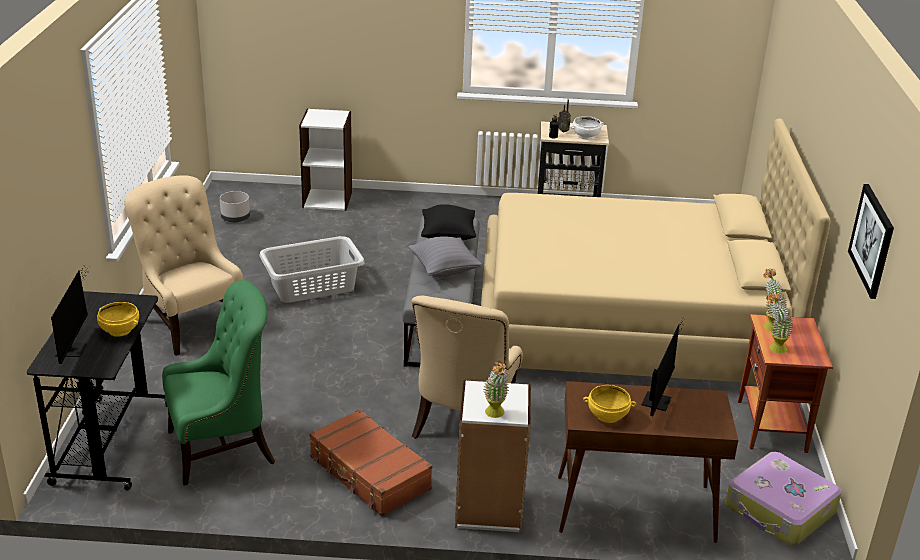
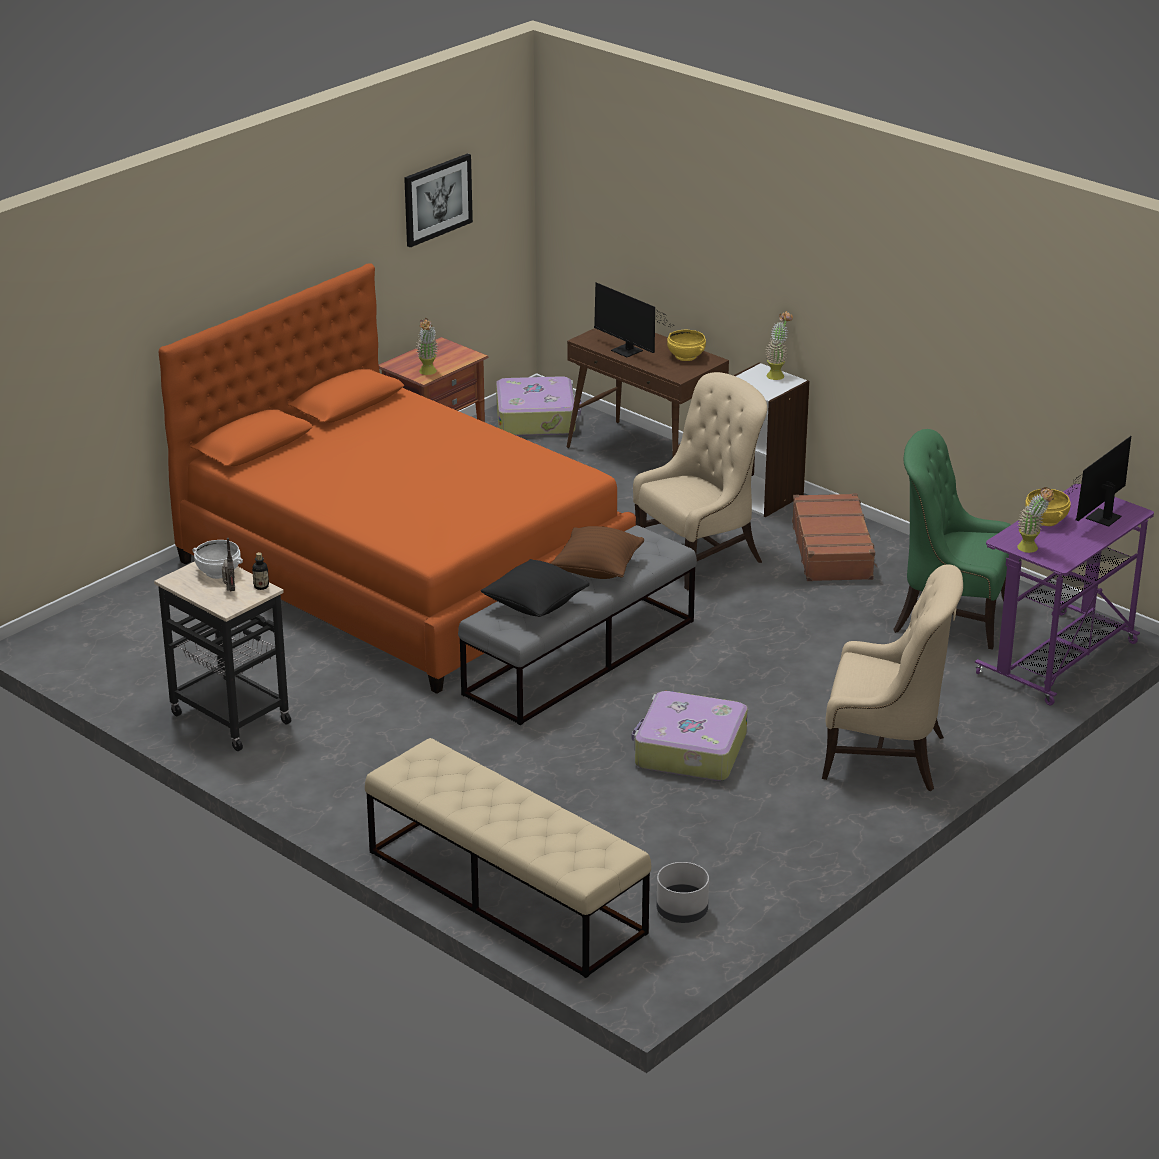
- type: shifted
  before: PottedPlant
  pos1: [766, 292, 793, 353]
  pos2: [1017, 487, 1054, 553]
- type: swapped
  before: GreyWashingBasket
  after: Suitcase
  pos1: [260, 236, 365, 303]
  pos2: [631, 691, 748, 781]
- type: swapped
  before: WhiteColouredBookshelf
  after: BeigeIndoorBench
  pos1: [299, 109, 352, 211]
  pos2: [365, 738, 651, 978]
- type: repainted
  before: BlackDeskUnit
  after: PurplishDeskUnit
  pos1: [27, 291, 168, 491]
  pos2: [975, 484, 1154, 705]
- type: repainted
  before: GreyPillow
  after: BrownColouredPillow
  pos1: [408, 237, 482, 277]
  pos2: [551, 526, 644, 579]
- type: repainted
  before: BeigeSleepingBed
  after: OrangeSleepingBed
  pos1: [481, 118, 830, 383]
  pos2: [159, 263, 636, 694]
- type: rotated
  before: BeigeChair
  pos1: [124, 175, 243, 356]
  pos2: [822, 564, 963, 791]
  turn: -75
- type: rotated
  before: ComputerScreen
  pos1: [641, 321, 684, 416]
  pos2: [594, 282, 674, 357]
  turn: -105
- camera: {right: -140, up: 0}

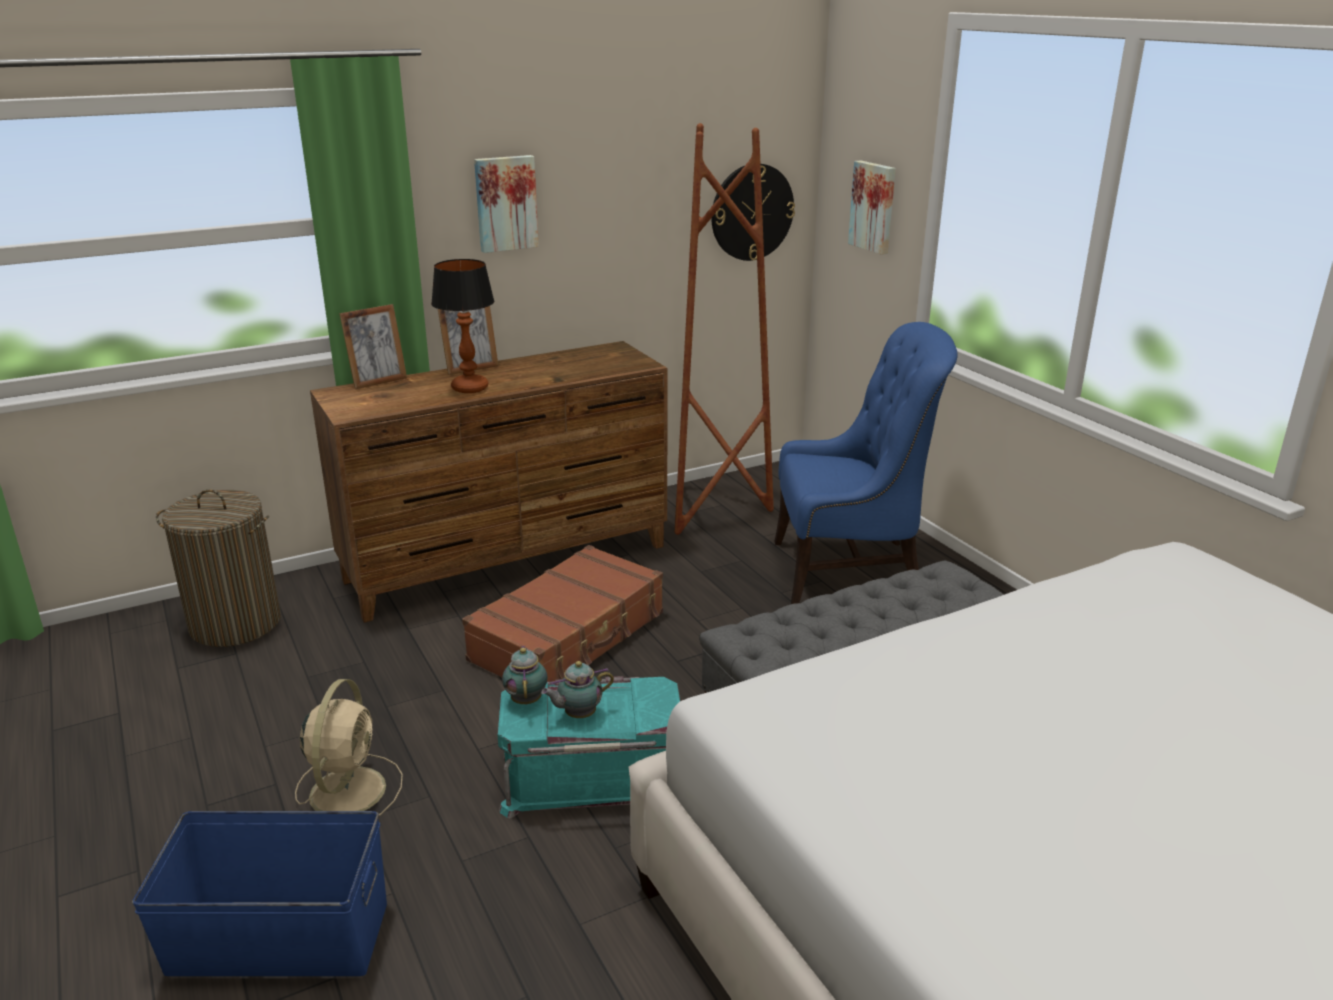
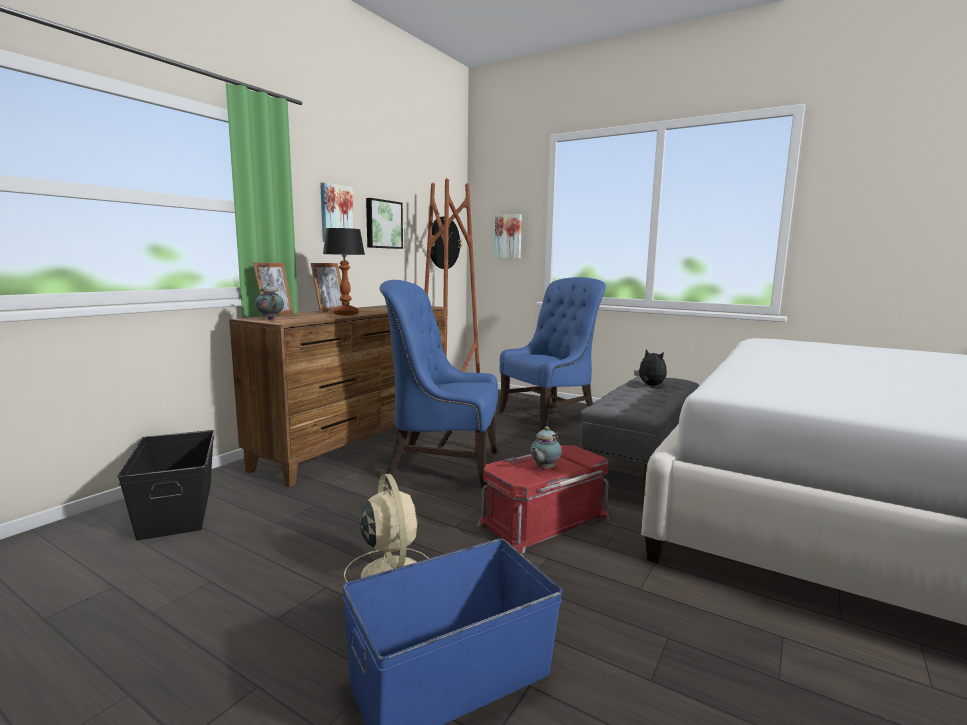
- type: new
  after: Picture
  pos2: [366, 198, 403, 249]
- type: new
  after: SoftToy
  pos2: [634, 349, 667, 386]
- type: shifted
  before: TeaPot
  pos1: [502, 646, 548, 705]
  pos2: [255, 282, 284, 320]
- type: swapped
  before: WashingBasket
  after: BlackStorageBin
  pos1: [156, 489, 281, 647]
  pos2: [117, 430, 215, 540]
- type: swapped
  before: BrownColouredSuitcase
  after: BlueChair
  pos1: [462, 545, 663, 682]
  pos2: [380, 280, 498, 489]
- type: repainted
  before: TurquoiseStorageBin
  after: ReddishStorageBin
  pos1: [497, 676, 680, 818]
  pos2: [477, 445, 610, 553]
- camera: {right: -30, up: -15}

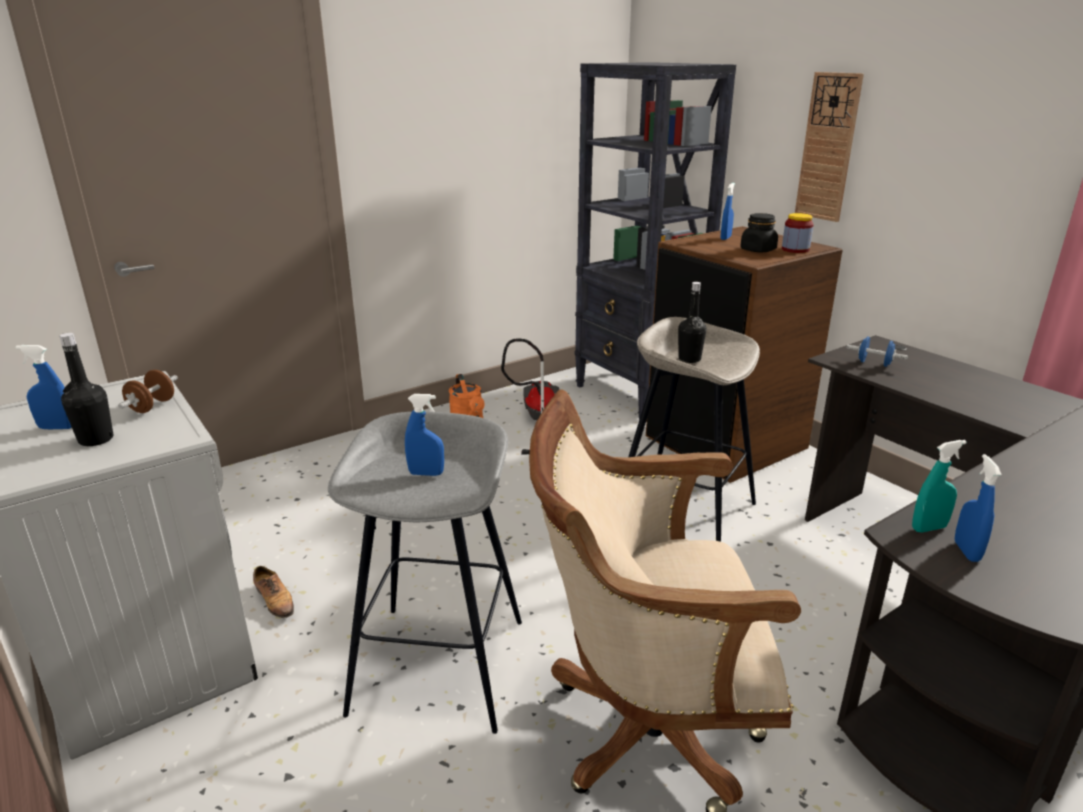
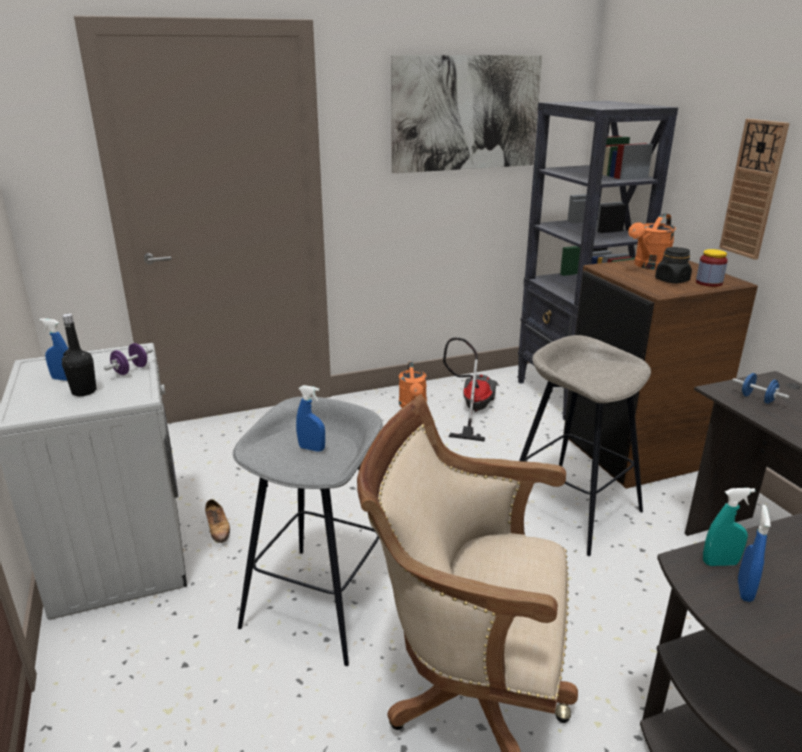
- type: gone
  before: BlackDrinkBottle
  pos1: [678, 282, 707, 363]
- type: new
  after: Picture
  pos2: [391, 55, 542, 173]
- type: swapped
  before: BlueSprayer
  after: OrangeSprinklingCan
  pos1: [721, 183, 735, 240]
  pos2: [628, 213, 676, 269]
- type: repainted
  before: BrownColouredHandWeight
  after: PurplishHandWeight
  pos1: [118, 370, 178, 413]
  pos2: [104, 343, 153, 375]
- camera: {right: 15, up: 0}

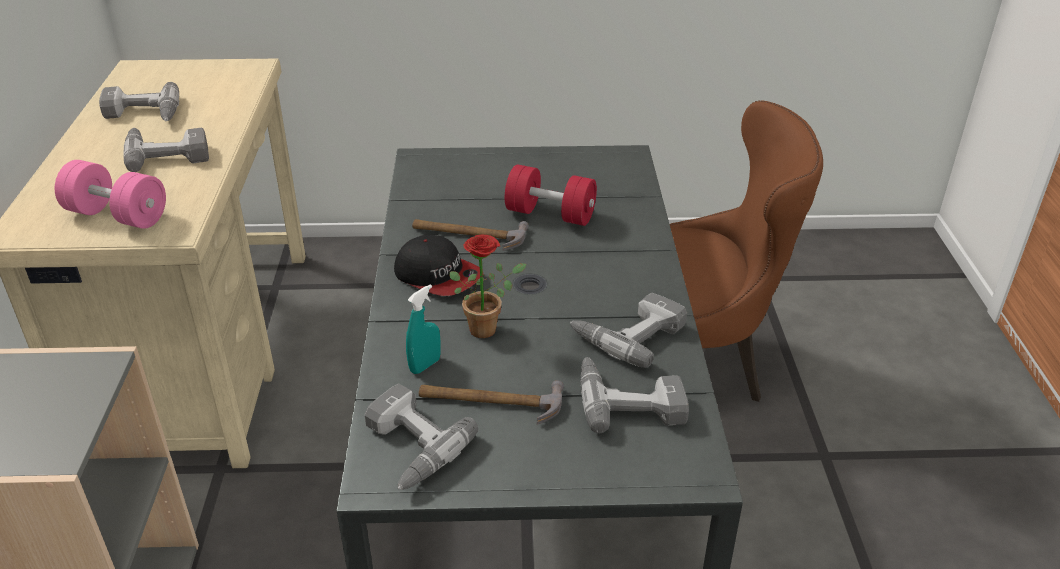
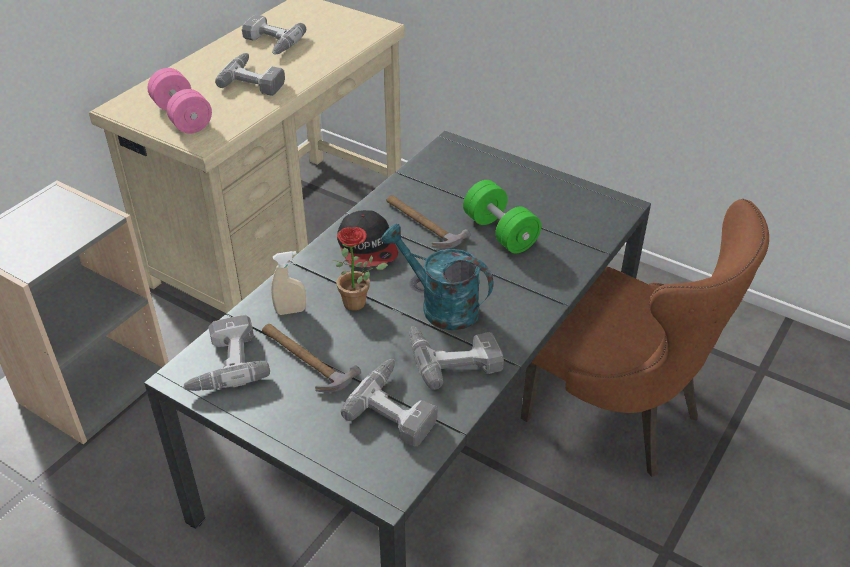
- type: new
  after: TurquoiseSprinklingCan
  pos2: [382, 224, 493, 331]
- type: repainted
  before: TurquoiseSprayer
  after: BeigeSprayer
  pos1: [406, 284, 441, 374]
  pos2: [271, 251, 306, 315]
- type: repainted
  before: ReddishHandWeight
  after: GreenishHandWeight
  pos1: [505, 164, 597, 226]
  pos2: [463, 180, 541, 253]
- camera: {right: 35, up: 5}

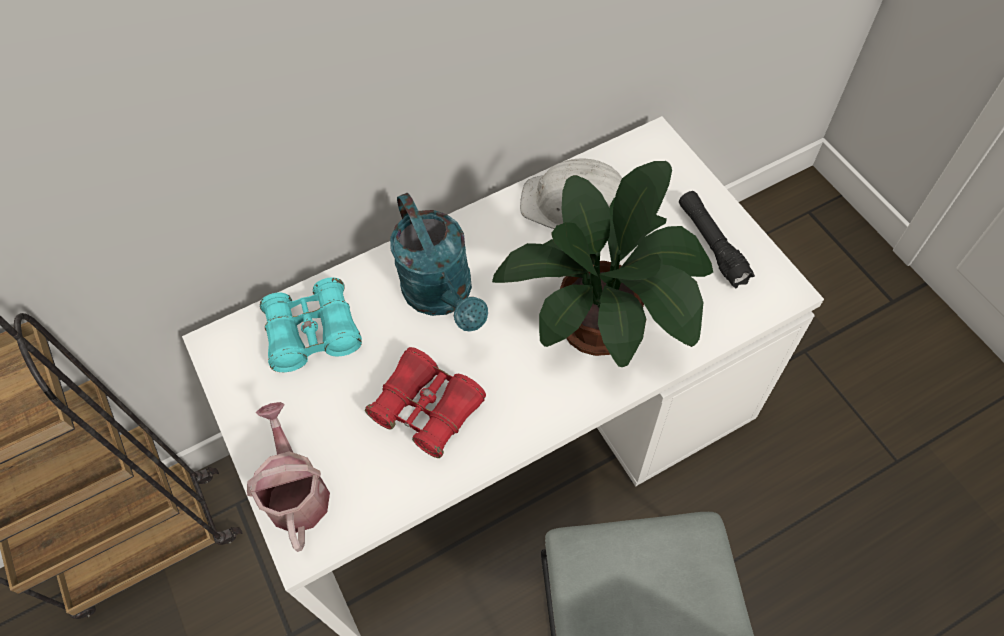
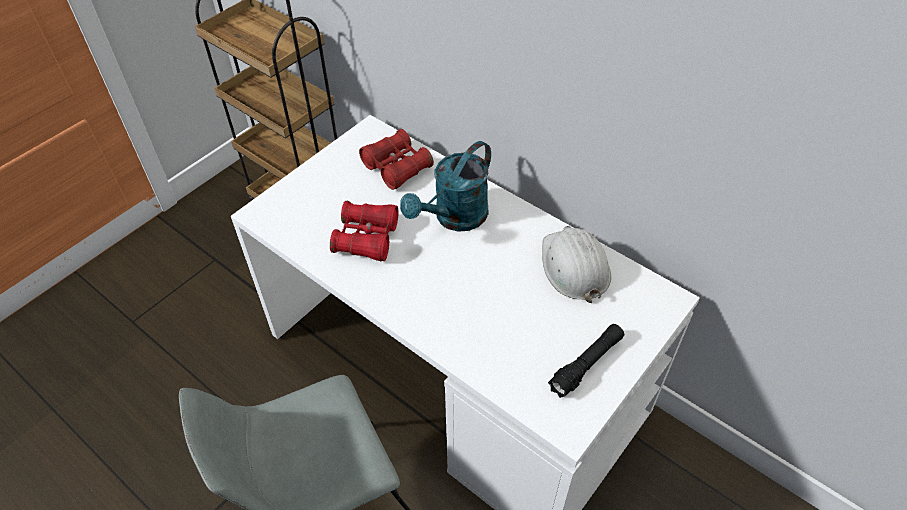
- type: gone
  before: SprinklingCan
  pos1: [247, 402, 330, 552]
- type: gone
  before: PottedPlant
  pos1: [492, 161, 713, 367]
- type: repainted
  before: TurquoiseBinoculars
  after: ReddishBinoculars
  pos1: [260, 277, 362, 372]
  pos2: [359, 129, 434, 190]
- camera: {right: 65, up: -10}

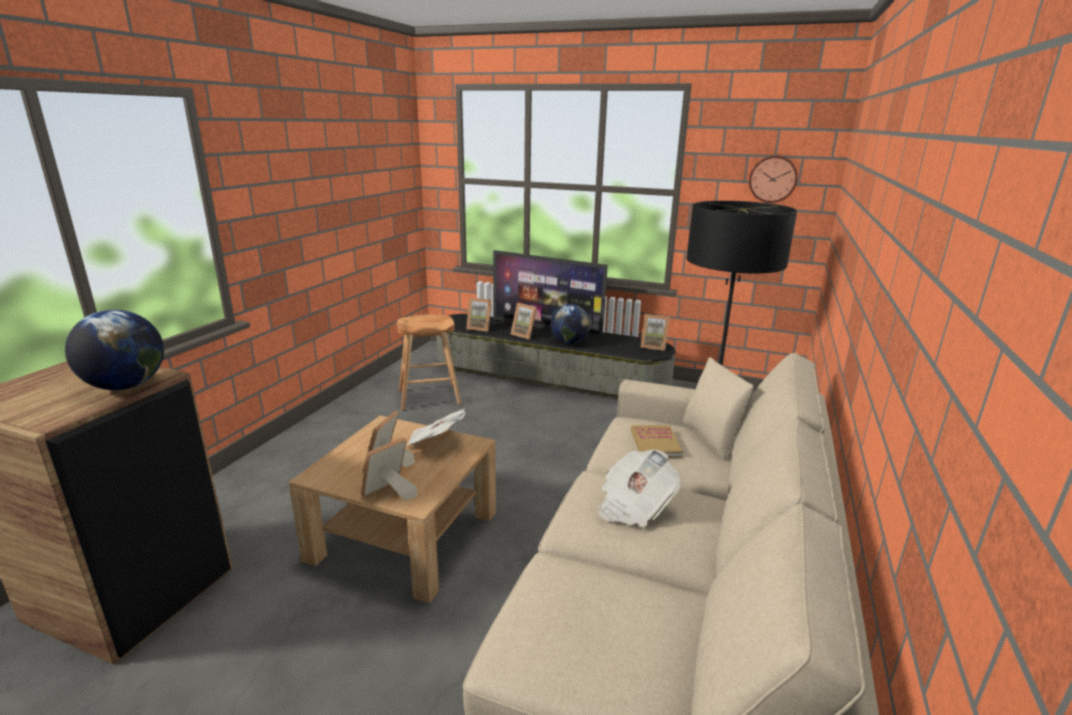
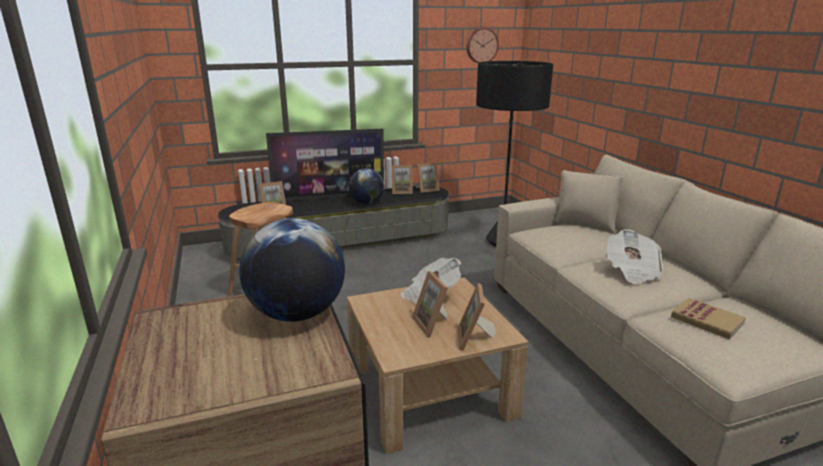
- type: shifted
  before: StandingFrame
  pos1: [511, 303, 537, 339]
  pos2: [392, 165, 413, 194]
- type: shifted
  before: Book
  pos1: [631, 425, 683, 458]
  pos2: [671, 298, 746, 339]
- camera: {right: -40, up: 0}

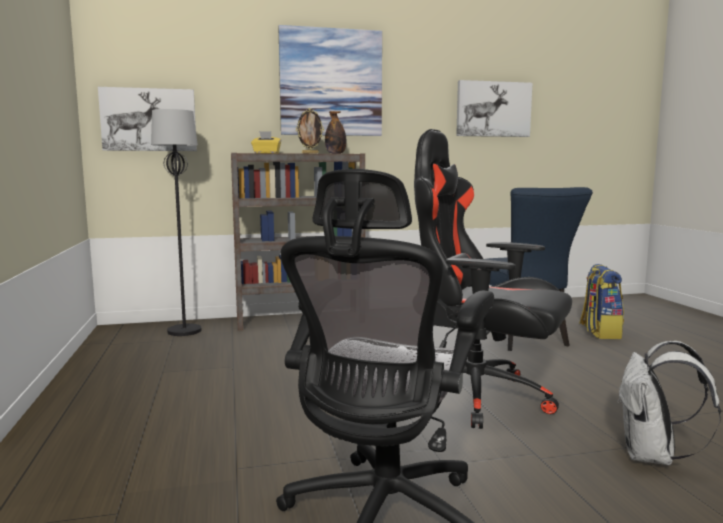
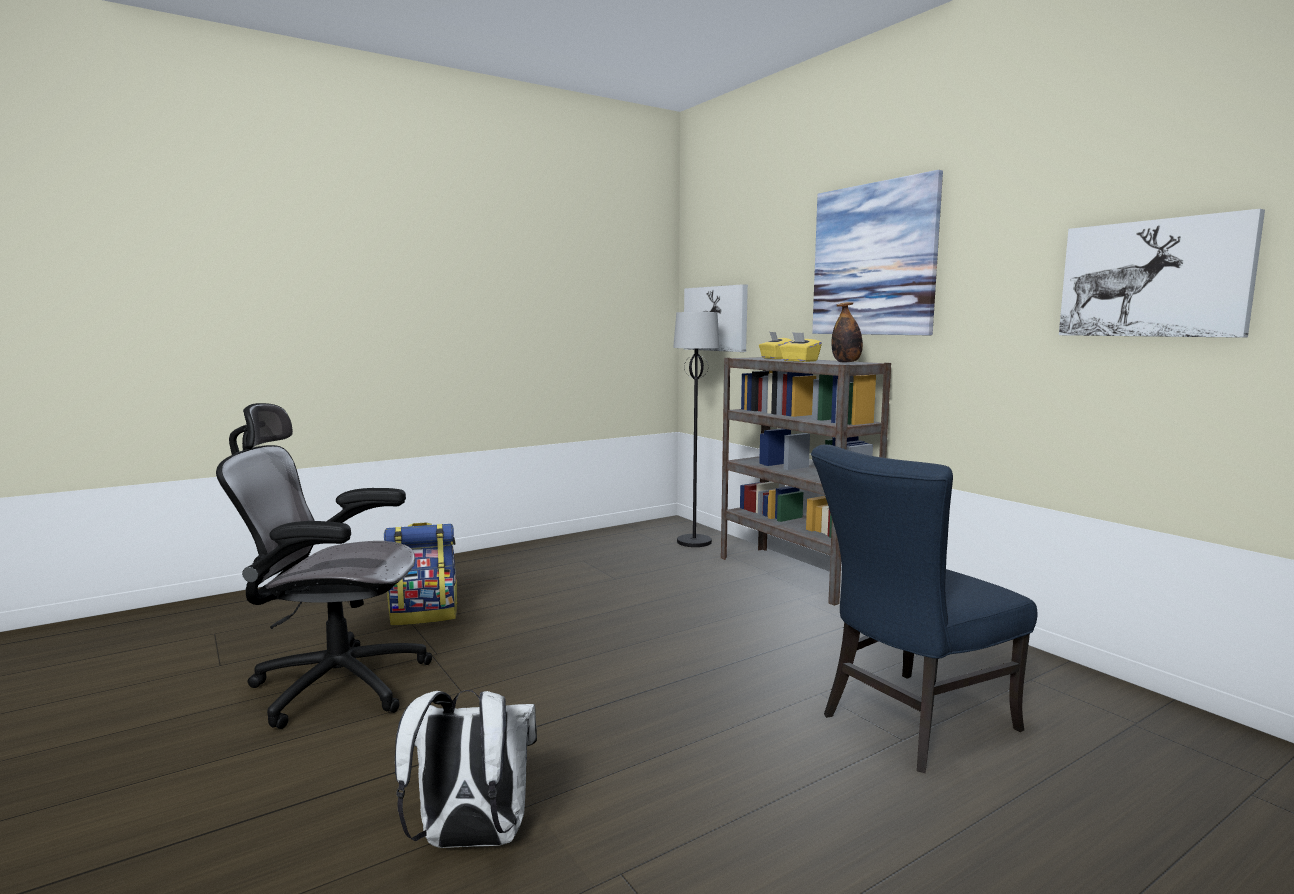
- type: gone
  before: BlackOfficeChair
  pos1: [414, 129, 572, 429]
- type: shifted
  before: Rucksack
  pos1: [579, 264, 624, 339]
  pos2: [384, 522, 457, 626]
- type: swapped
  before: StandingFrame
  after: YellowishTissueBox
  pos1: [296, 108, 324, 154]
  pos2: [780, 332, 822, 362]
- camera: {right: 70, up: 0}

